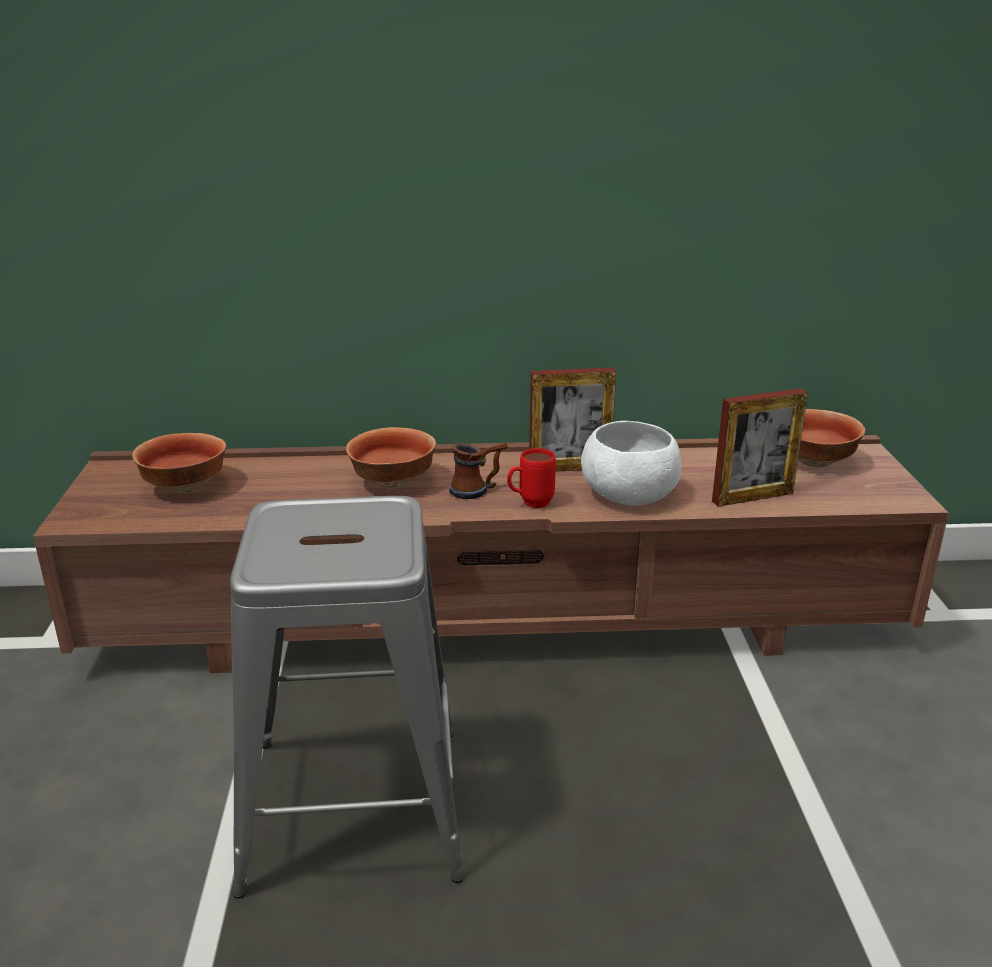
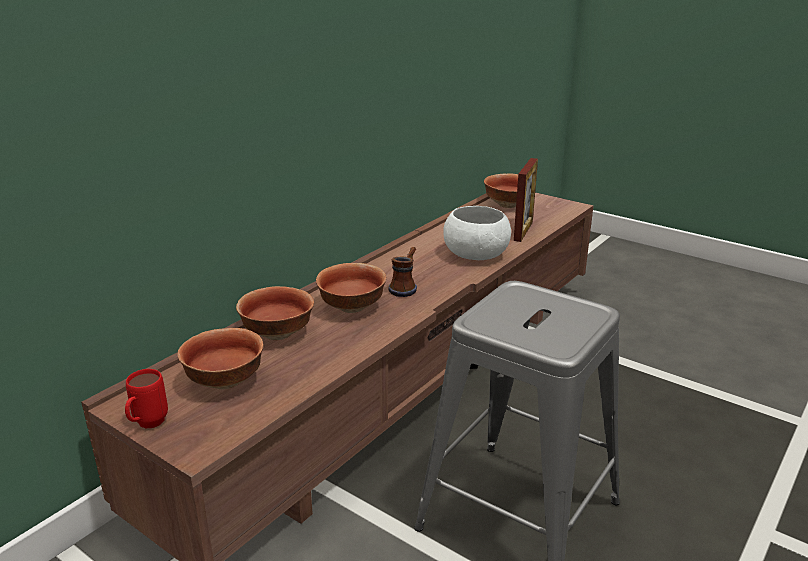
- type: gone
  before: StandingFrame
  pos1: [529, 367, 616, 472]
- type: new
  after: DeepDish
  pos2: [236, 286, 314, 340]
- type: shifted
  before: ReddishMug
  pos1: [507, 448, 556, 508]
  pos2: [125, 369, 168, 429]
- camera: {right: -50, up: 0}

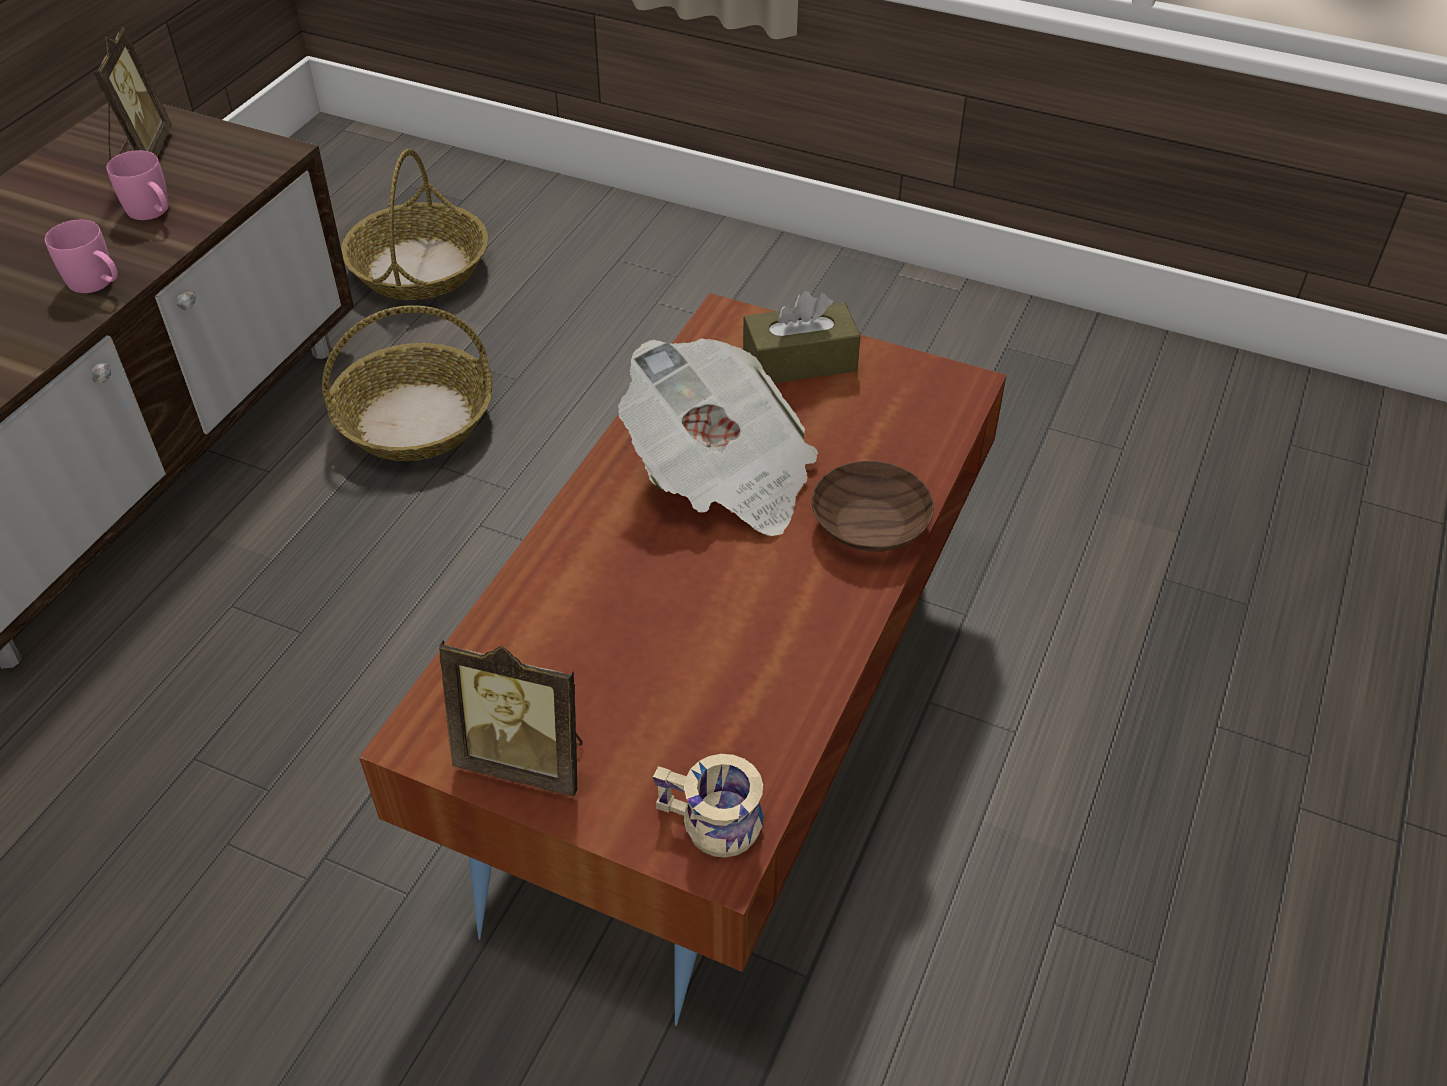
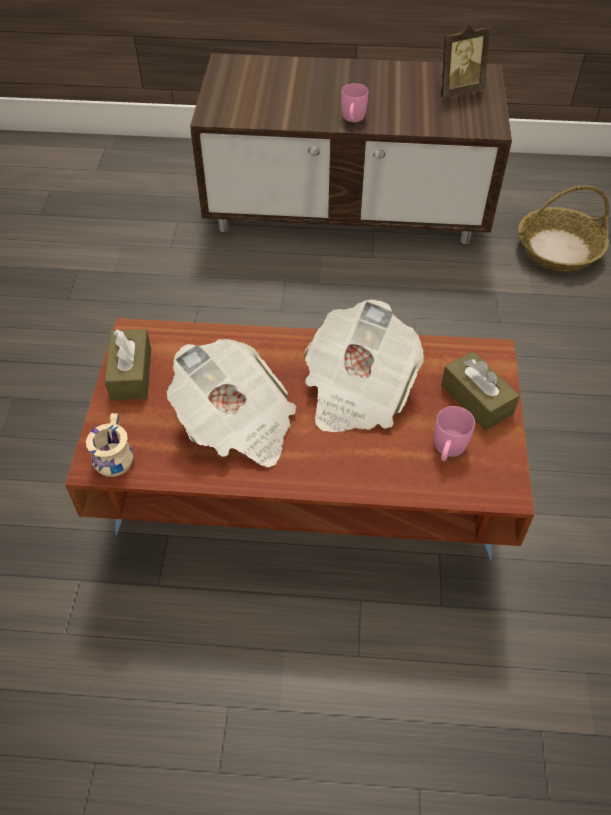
- type: gone
  before: HouseholdBasket
  pos1: [322, 305, 492, 461]
- type: gone
  before: BrownColouredDeepDish
  pos1: [812, 461, 934, 552]
- type: new
  after: Newspaper
  pos2: [167, 339, 296, 467]
- type: shifted
  before: PinkColouredMug
  pos1: [107, 150, 169, 220]
  pos2: [434, 406, 475, 461]
- type: swapped
  before: StandingFrame
  after: BrownColouredTissueBox
  pos1: [439, 640, 583, 796]
  pos2: [105, 329, 151, 401]
- camera: {right: 70, up: 5}

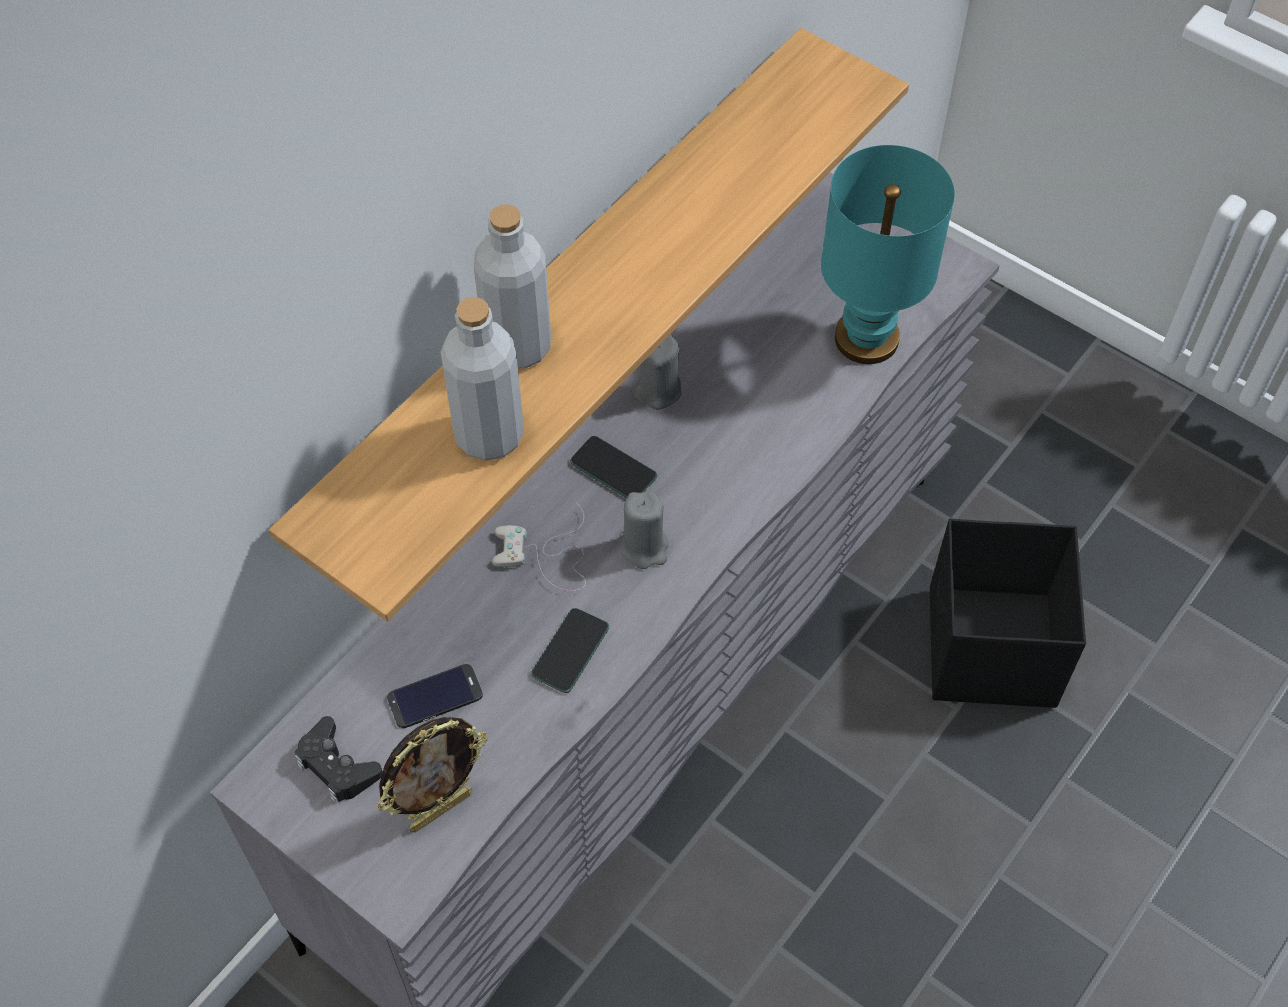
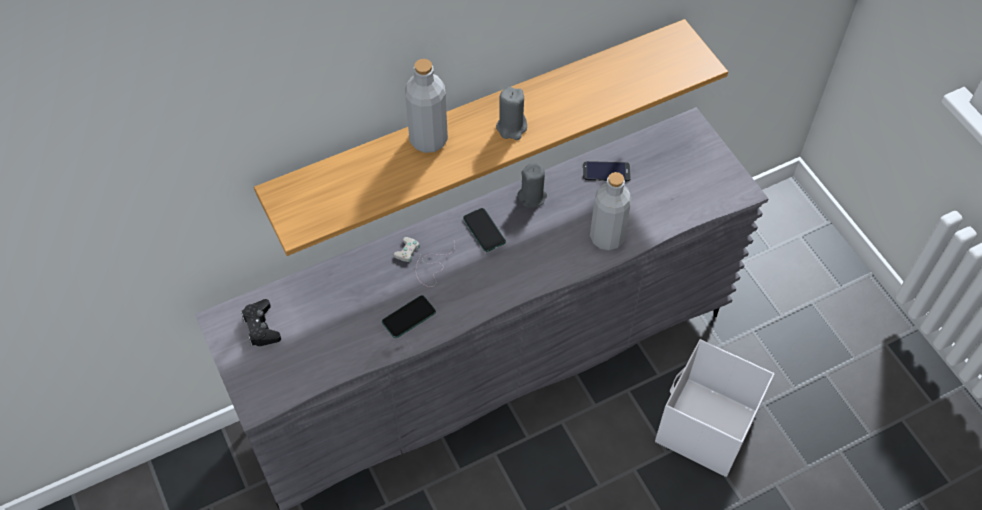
- type: gone
  before: StandingFrame
  pos1: [376, 717, 488, 832]
- type: gone
  before: TurquoiseLampForATable
  pos1: [821, 145, 955, 364]
- type: shifted
  before: Telephone
  pos1: [387, 664, 483, 728]
  pos2: [583, 161, 631, 181]
- type: shifted
  before: GreyDrinkBottle
  pos1: [441, 297, 524, 461]
  pos2: [590, 172, 632, 250]
- type: shifted
  before: GreyCandle
  pos1: [620, 490, 669, 569]
  pos2: [496, 87, 527, 140]
- type: repainted
  before: BlackStorageBin
  after: WhiteColouredStorageBin
  pos1: [930, 519, 1086, 708]
  pos2: [655, 339, 774, 477]
- camera: {right: 25, up: 0}

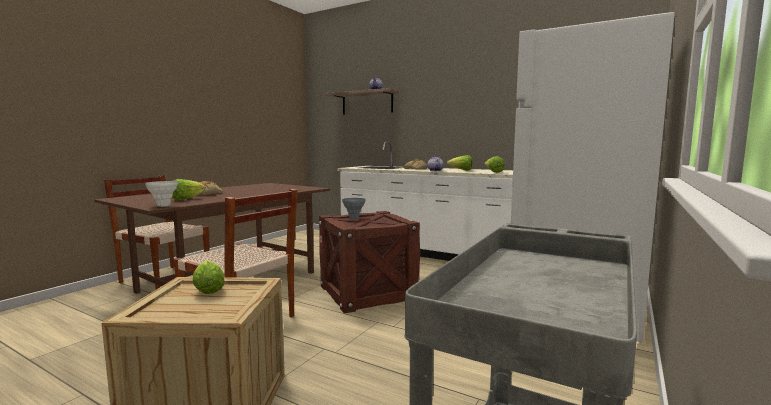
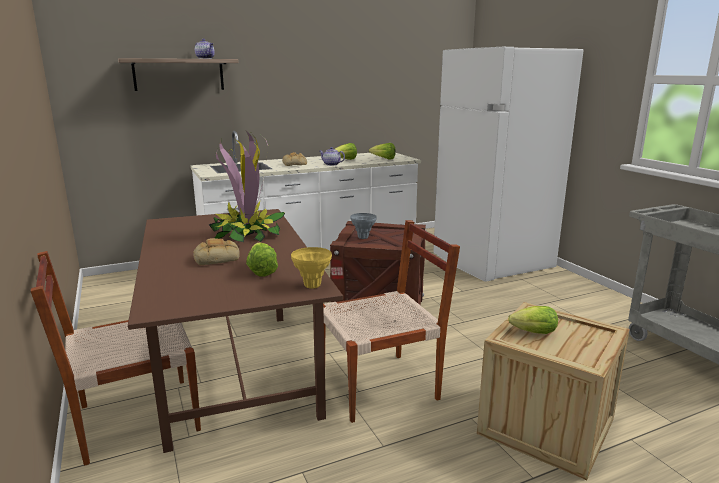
- type: new
  after: PottedPlant
  pos2: [209, 131, 285, 242]
- type: repainted
  before: WhiteColouredFlowerVase
  after: YellowishFlowerVase
  pos1: [145, 181, 178, 207]
  pos2: [291, 247, 332, 289]
- camera: {right: -55, up: 10}

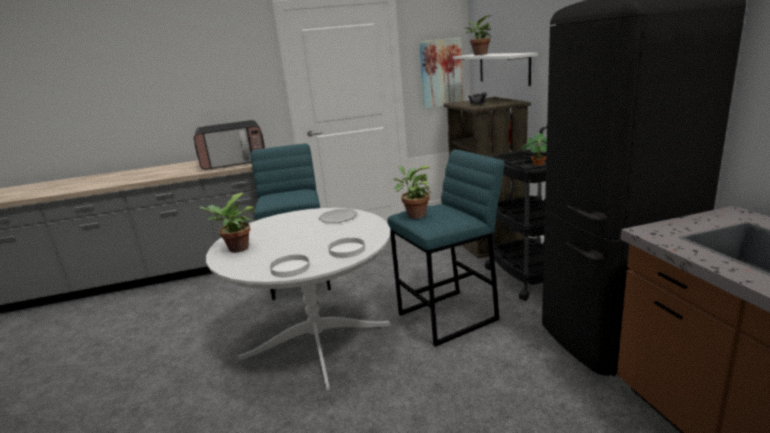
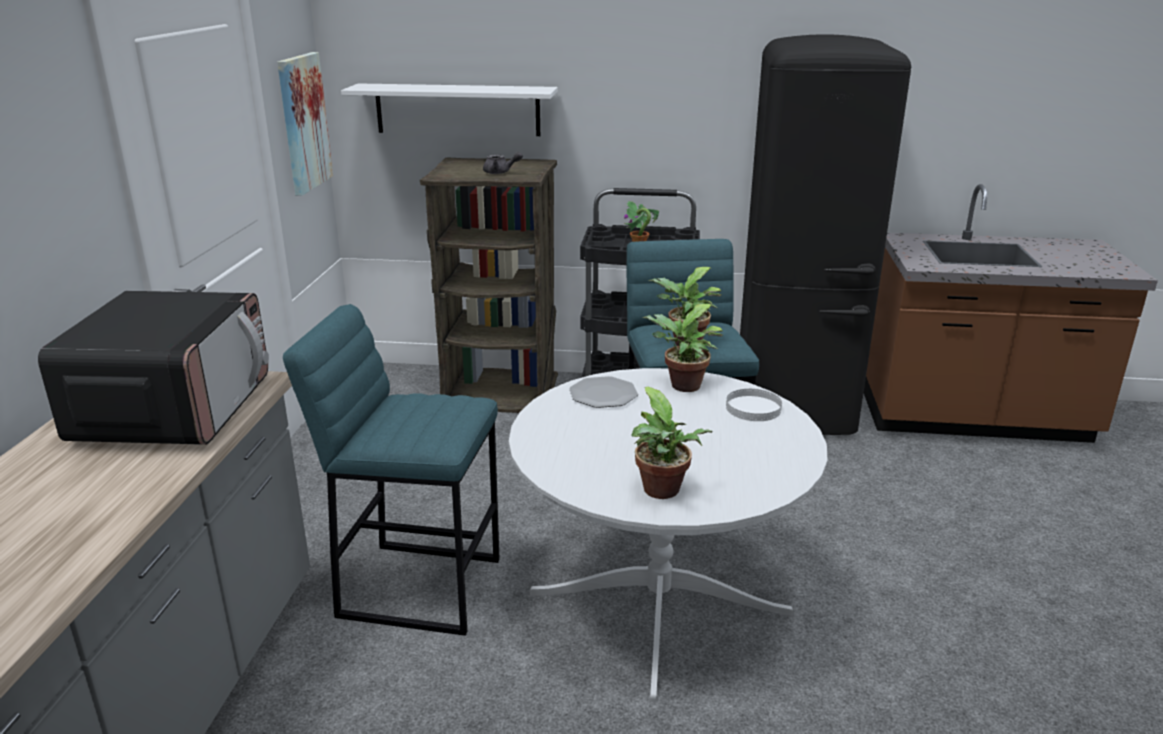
- type: gone
  before: WhiteColouredDinnerPlate
  pos1: [270, 255, 310, 277]
- type: shifted
  before: PottedPlant
  pos1: [465, 15, 492, 55]
  pos2: [642, 304, 723, 392]
- camera: {right: -70, up: 5}

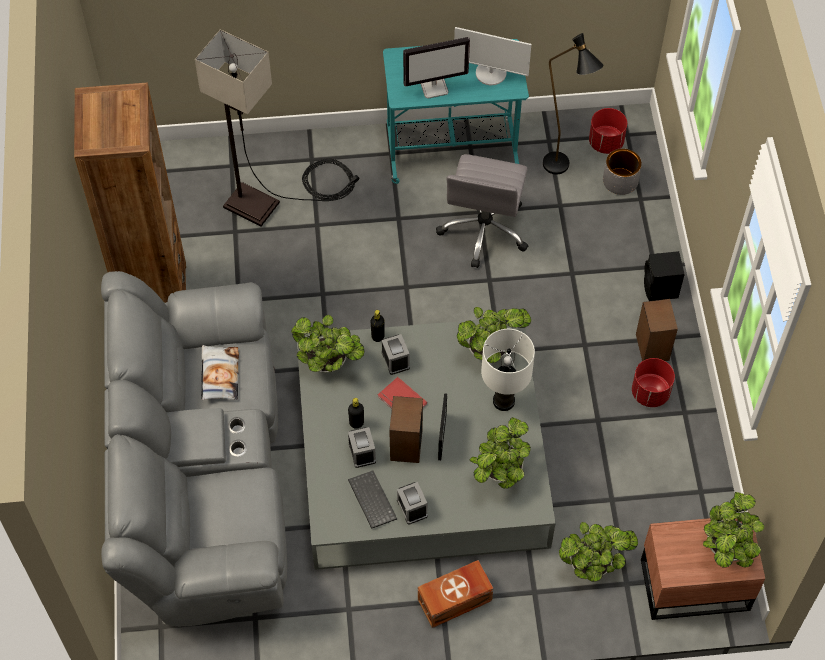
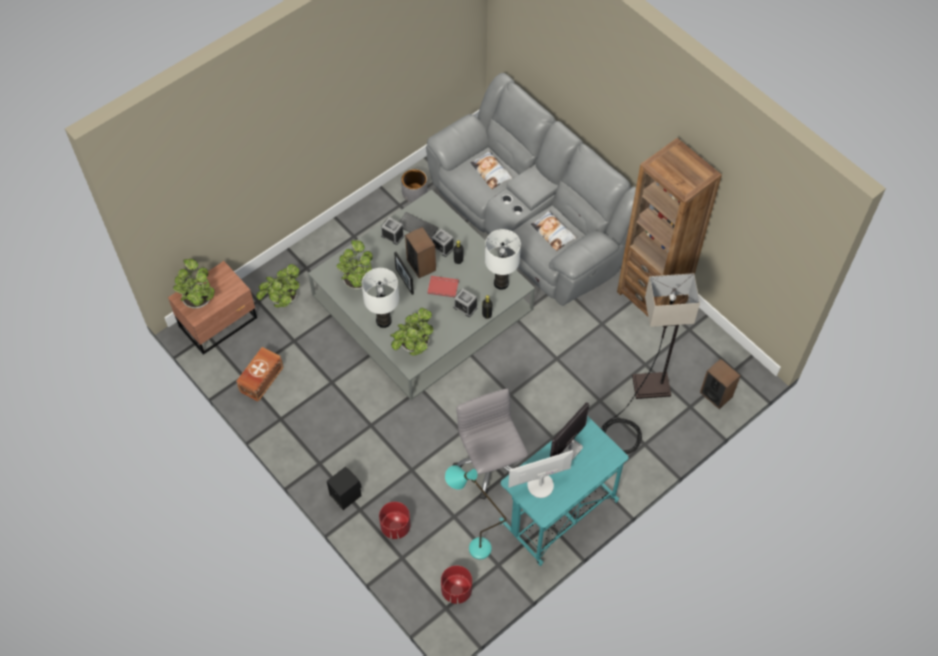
- type: new
  after: Pillow
  pos2: [470, 151, 512, 189]
- type: shifted
  before: BrownColouredStorageBin
  pos1: [418, 560, 493, 628]
  pos2: [236, 347, 284, 402]
- type: shifted
  before: GreyPlantPot
  pos1: [603, 148, 642, 195]
  pos2: [401, 169, 428, 202]
- type: shifted
  before: ReddishPlantPot
  pos1: [632, 358, 675, 407]
  pos2: [379, 502, 411, 539]
- type: shifted
  before: AudioSpeaker
  pos1: [636, 299, 678, 361]
  pos2: [700, 359, 741, 409]
- type: swapped
  before: PottedPlant
  after: WhiteColouredLampForATable
  pos1: [291, 315, 364, 373]
  pos2: [485, 229, 521, 290]
- type: repainted
  before: BlackFloorLamp
  after: TurquoiseFloorLamp
  pos1: [543, 33, 603, 174]
  pos2: [445, 465, 507, 559]
- camera: {right: 145, up: 0}

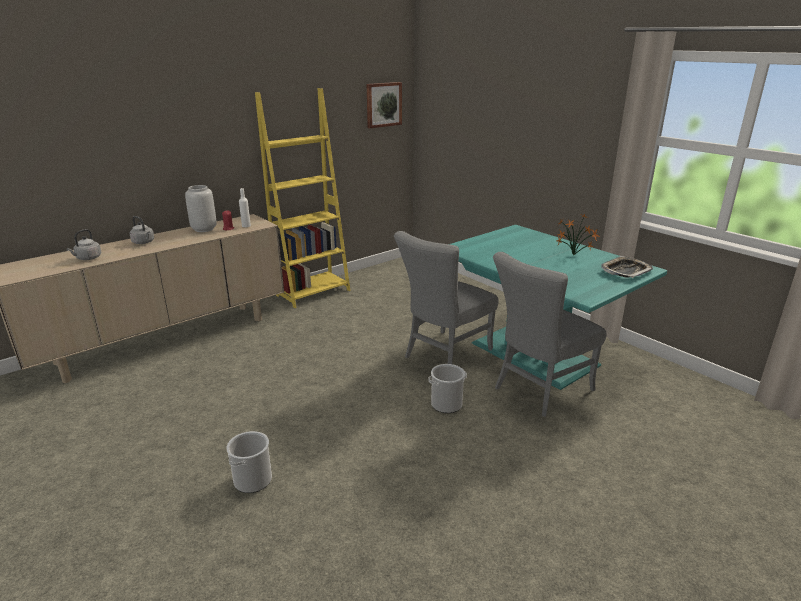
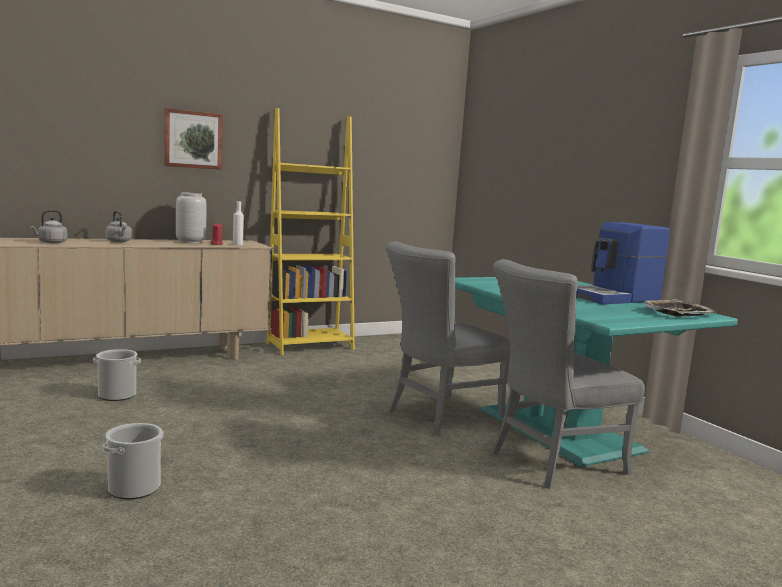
- type: shifted
  before: Picture
  pos1: [367, 82, 402, 128]
  pos2: [164, 108, 223, 170]
- type: shifted
  before: WaterBucket
  pos1: [428, 364, 467, 413]
  pos2: [93, 349, 141, 401]
- type: swapped
  before: PottedPlant
  after: CoffeeMaker
  pos1: [556, 214, 600, 255]
  pos2: [577, 222, 670, 304]
- camera: {right: 10, up: -15}

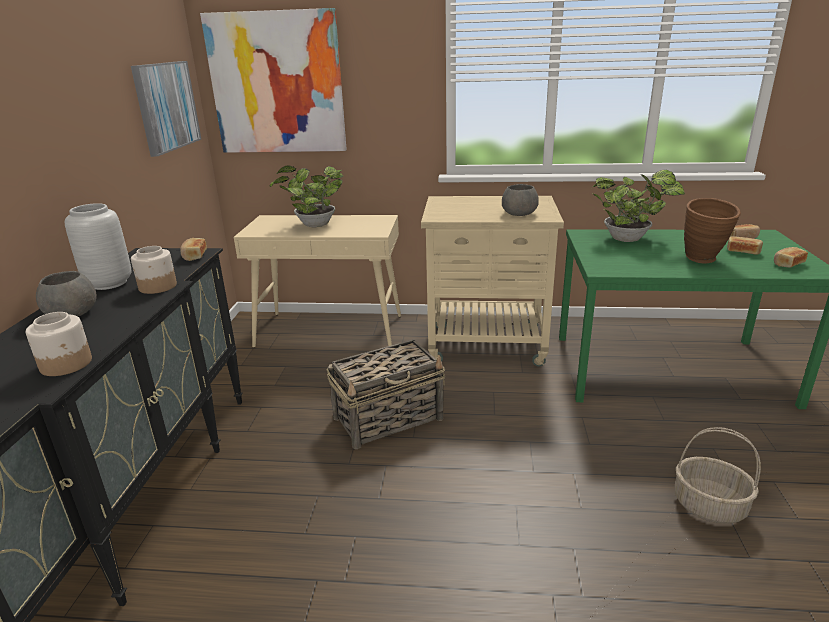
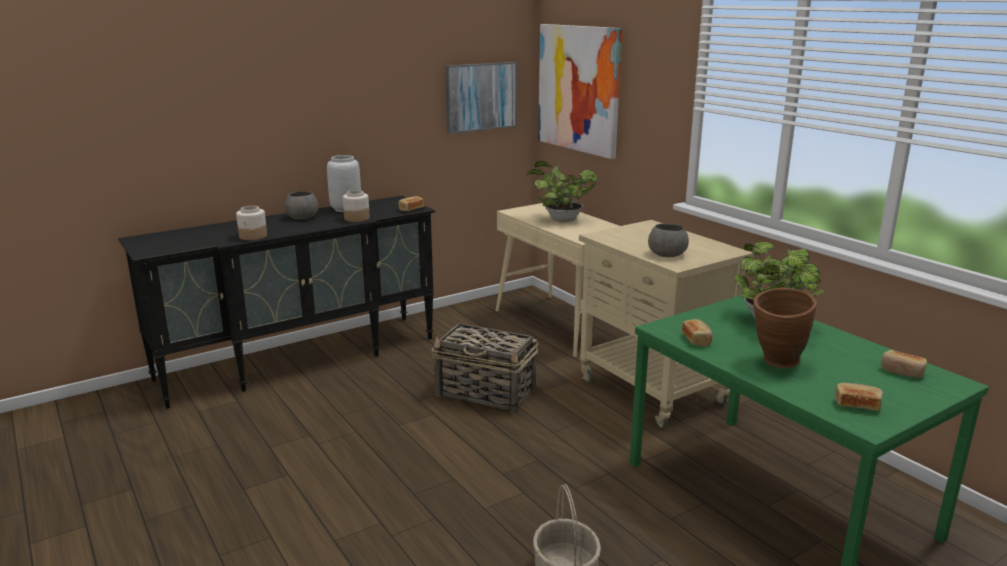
- type: shifted
  before: BakedBread
  pos1: [727, 236, 763, 255]
  pos2: [682, 319, 713, 347]
- camera: {right: 50, up: -5}

